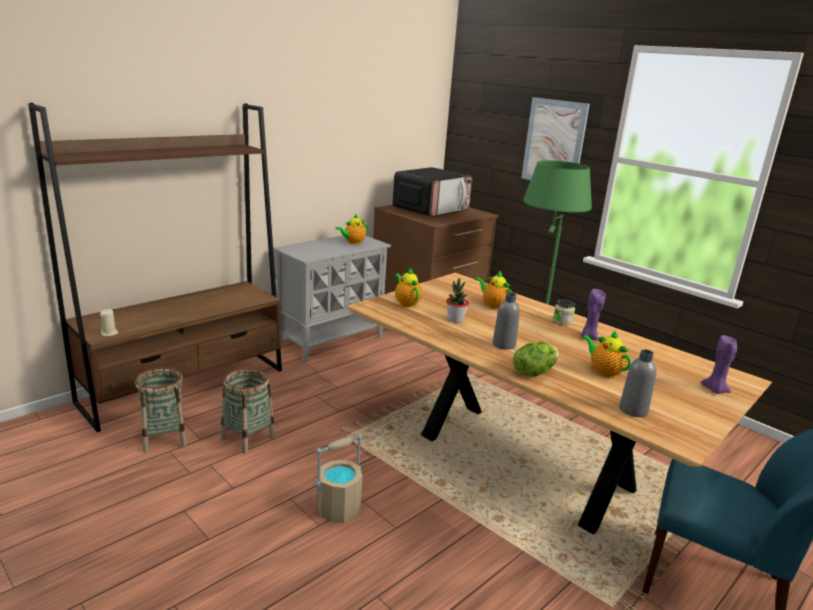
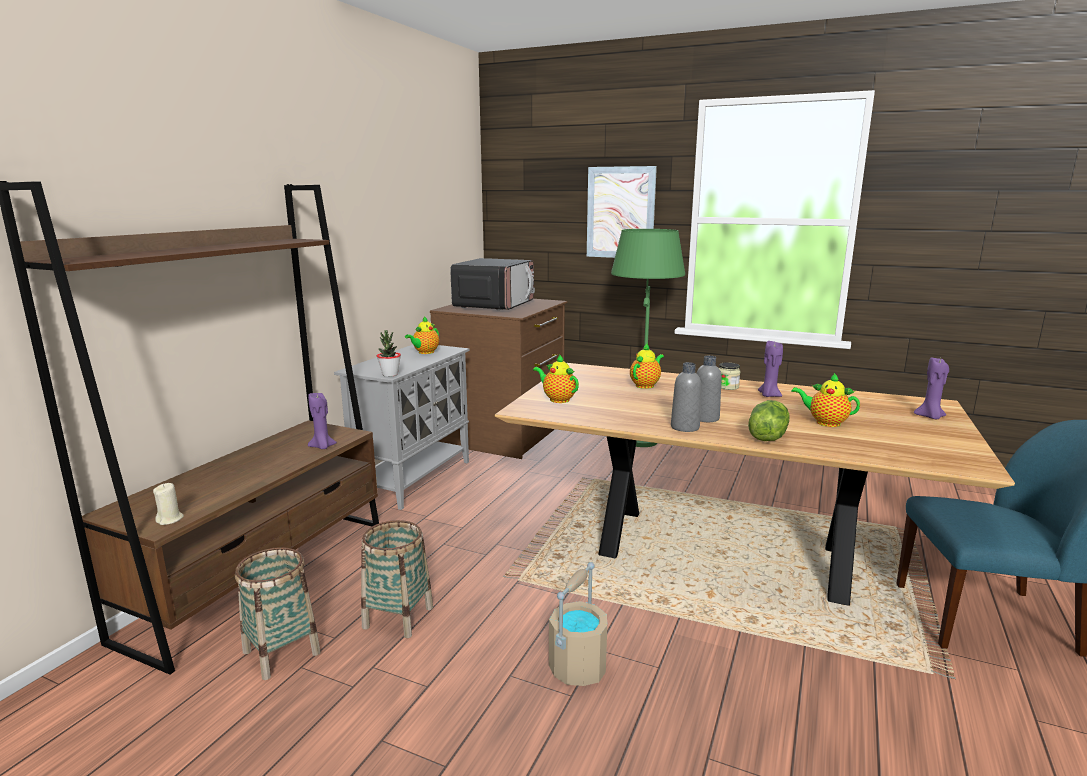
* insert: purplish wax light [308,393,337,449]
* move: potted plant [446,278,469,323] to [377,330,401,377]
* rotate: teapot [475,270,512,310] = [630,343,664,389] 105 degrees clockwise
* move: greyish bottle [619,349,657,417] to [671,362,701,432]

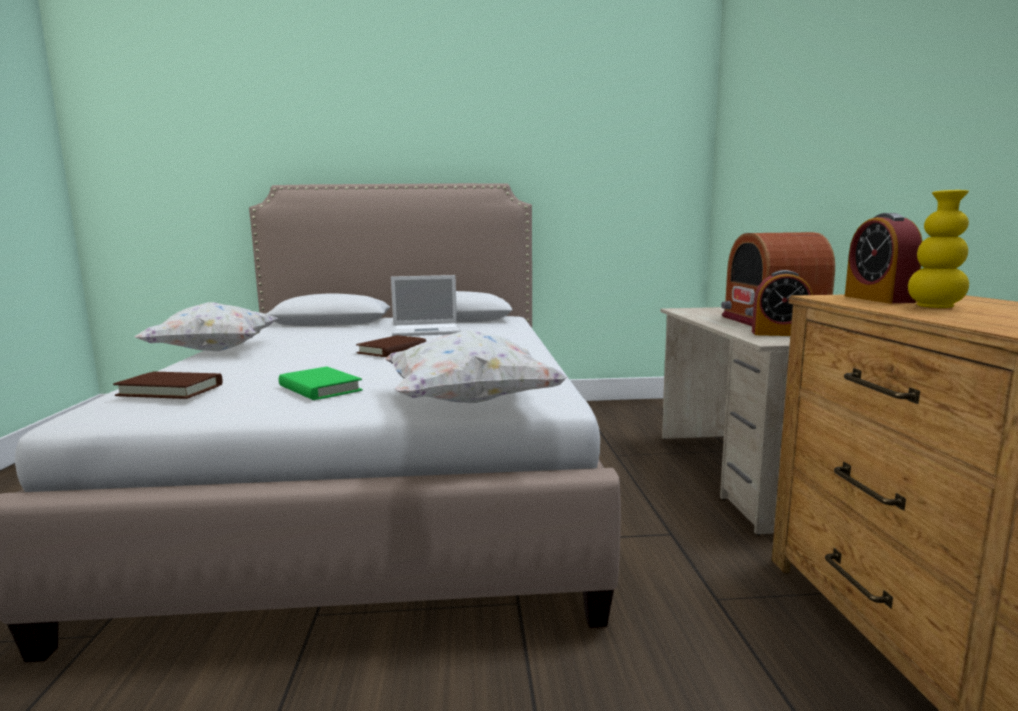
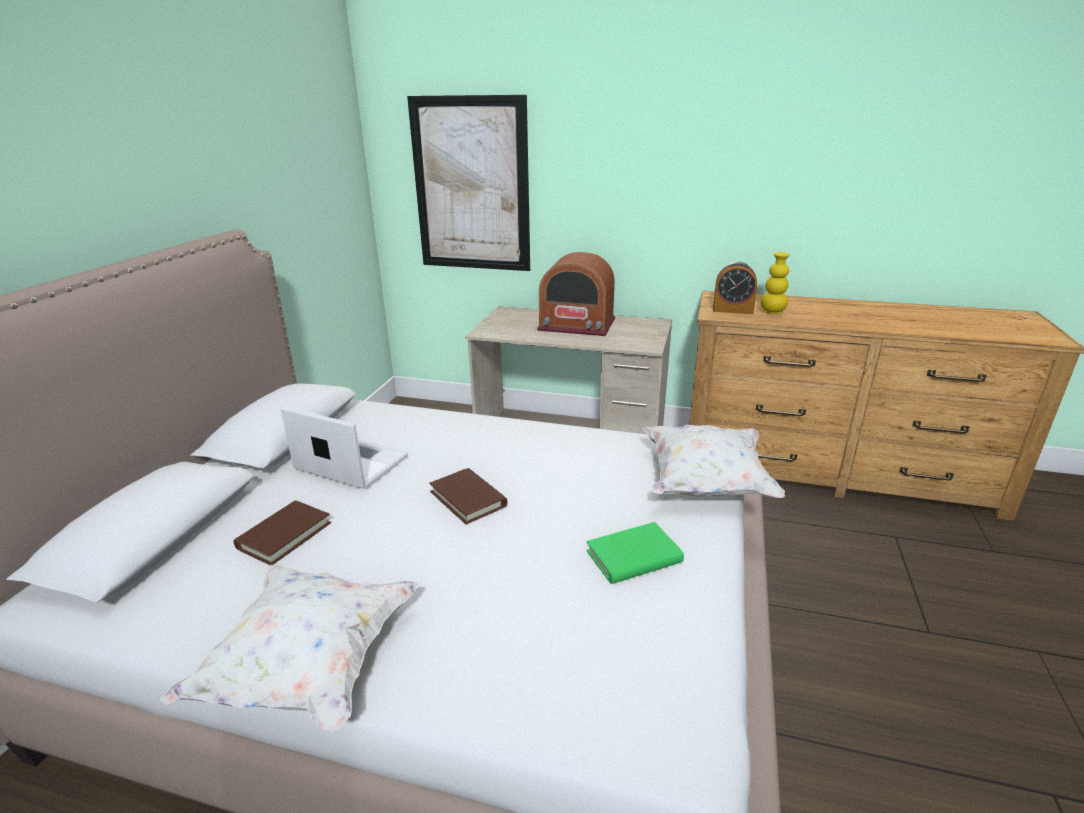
* move: brown volume [113,372,223,399] to [234,500,331,565]
* rotate: notebook computer [391,275,461,336] = [280,406,408,489] 75 degrees counterclockwise
* insert: picture [407,95,530,271]
* delete: bedside clock [752,270,813,336]

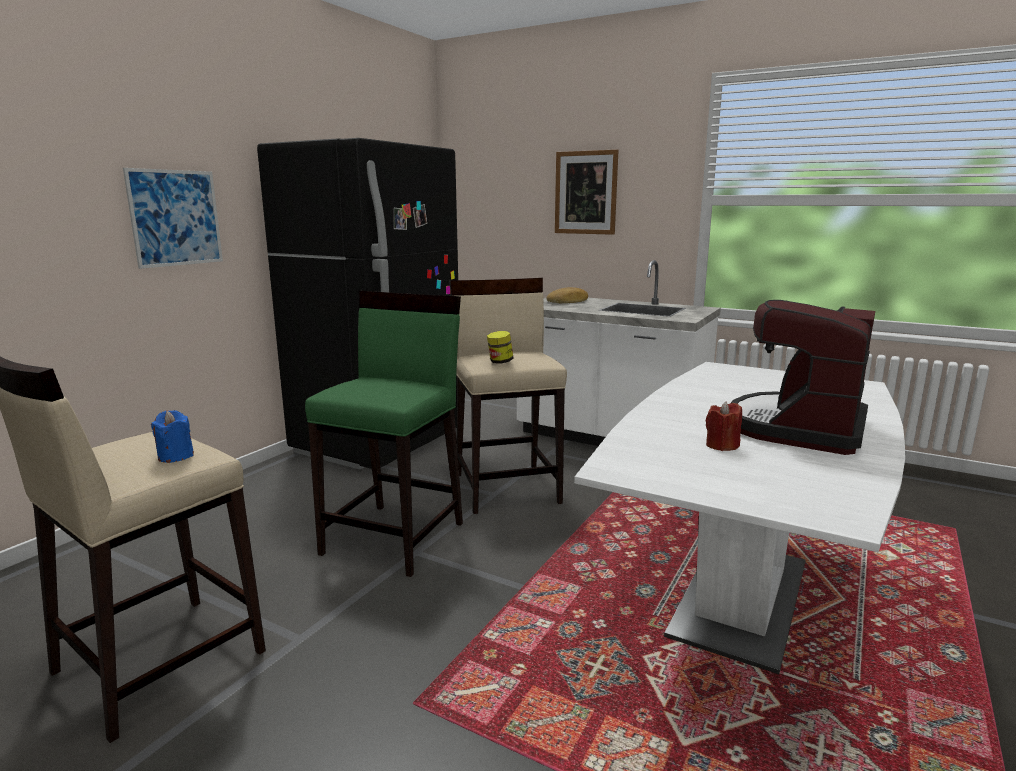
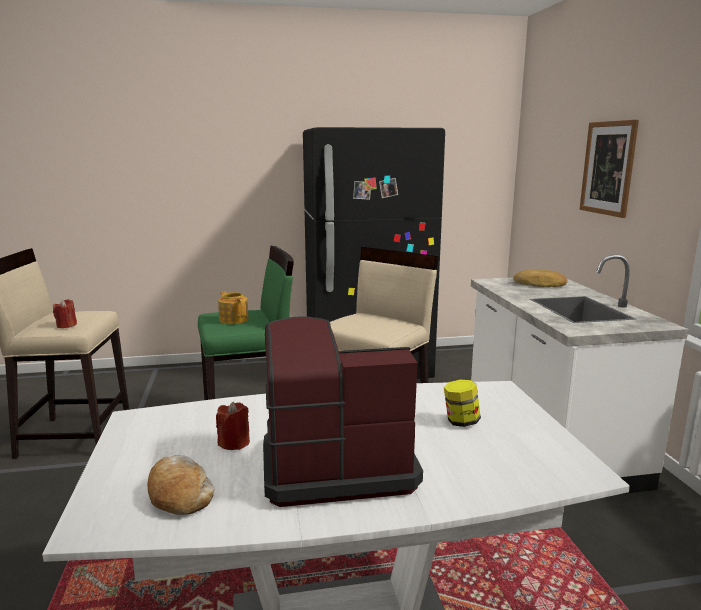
* recolor: blue-coloured wax light [151,410,194,463] to red-coloured wax light [53,299,77,328]
* insert: baked bread [147,455,215,515]
* insert: teapot [218,291,249,324]
* move: storage jar [487,331,513,364] to [444,380,481,427]
* delete: picture [123,168,223,269]

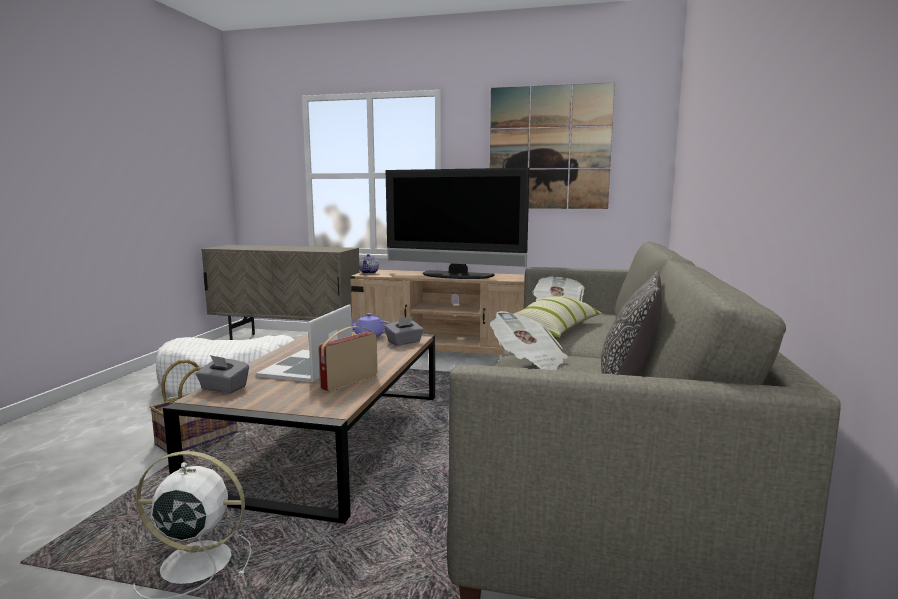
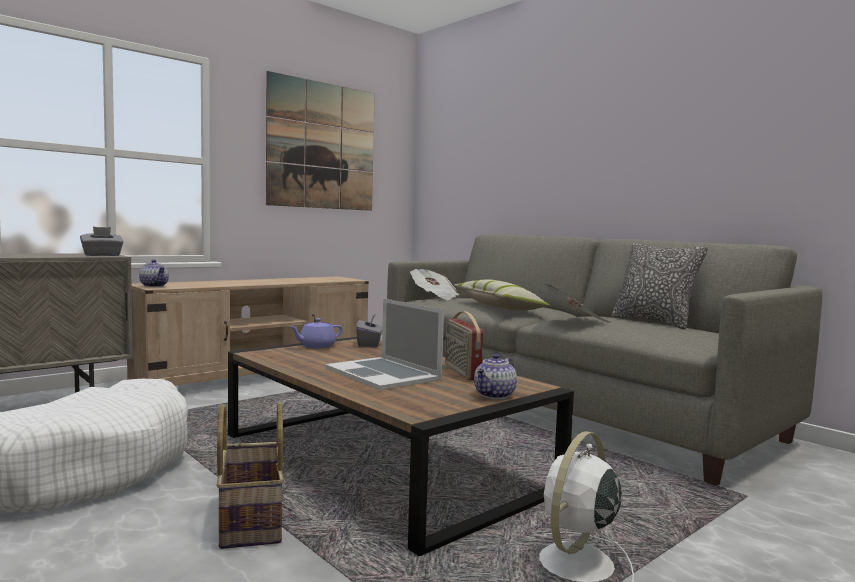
* move: greyish tissue box [195,355,249,393] to [80,227,124,256]
* insert: teapot [474,354,517,399]
* delete: television [386,168,530,279]

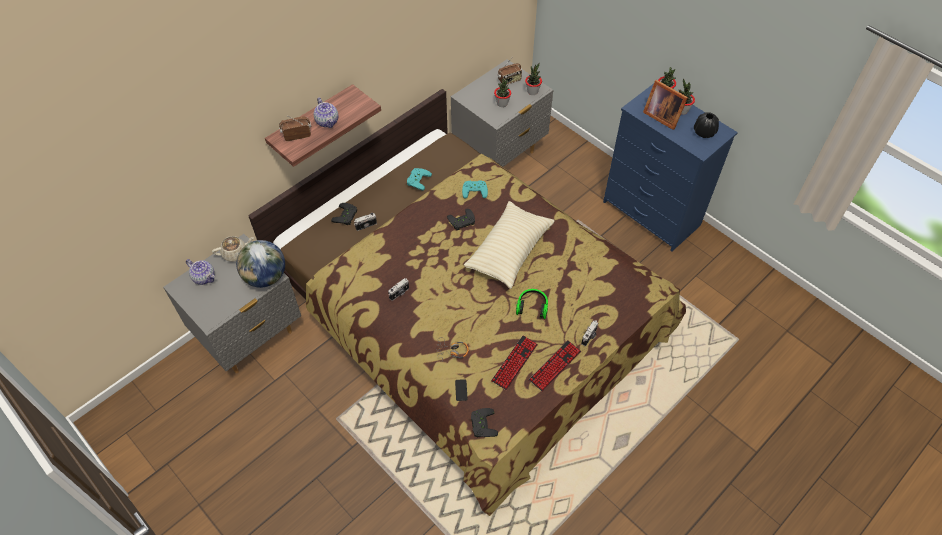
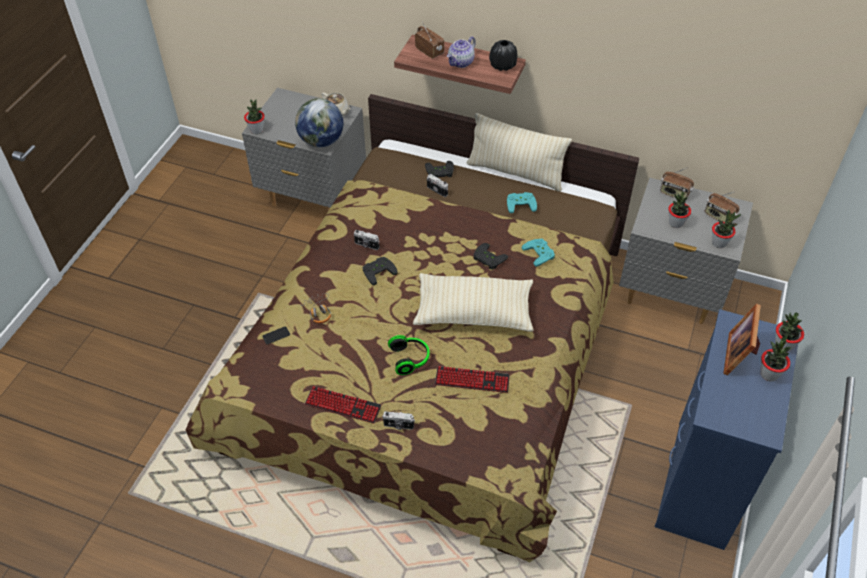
* insert: potted plant [244,99,265,134]
* move: black-coloured gamepad [471,408,498,438] to [362,257,398,285]
* move: keyboard [491,336,538,390] to [435,366,510,393]
* insert: beige-coloured throw pillow [467,113,572,192]
* move: black-coloured flower vase [694,112,719,138] to [489,40,517,71]
* insert: radio receiver [660,167,694,198]
* delete: teapot [186,259,215,285]

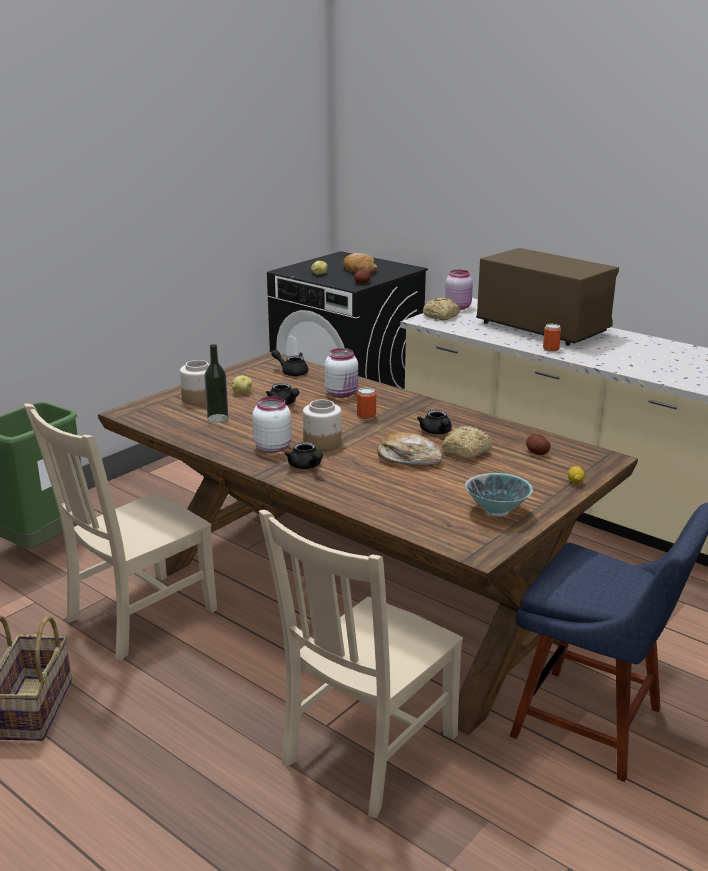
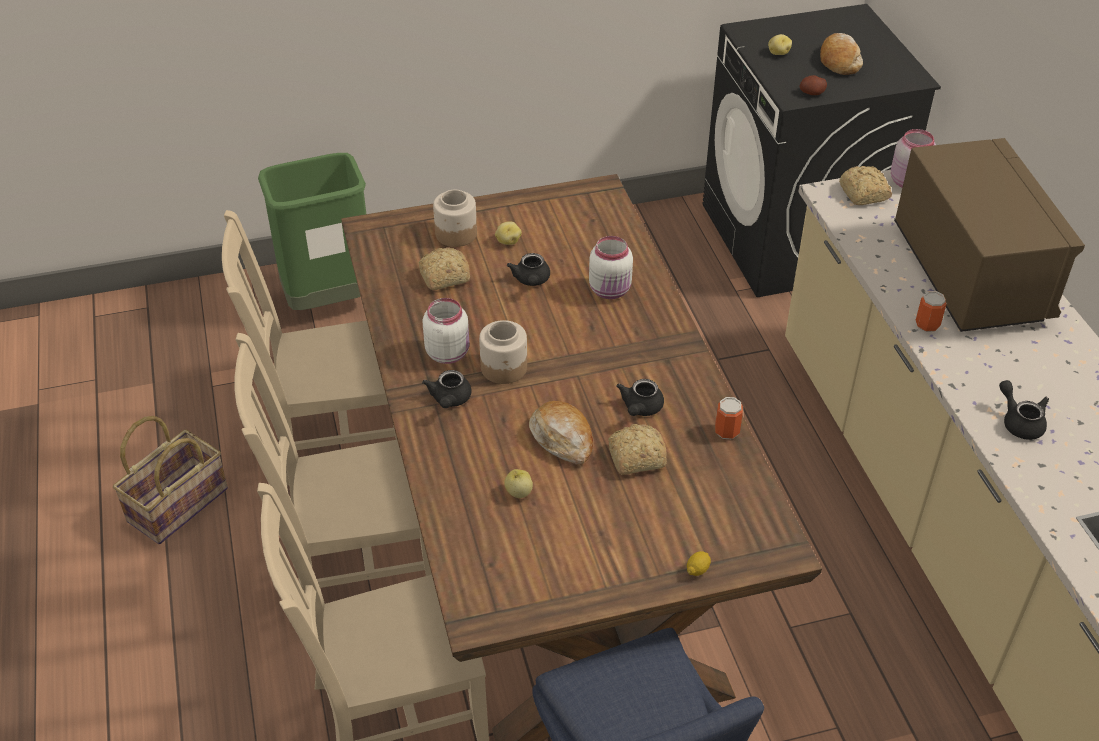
* insert: beige-coloured plain chair [235,333,432,593]
* replace: bottle [204,344,229,422] to baked bread [418,247,470,290]
* insert: whole apple [504,469,533,498]
* move: can [357,387,376,420] to [715,397,743,439]
* move: black-coloured teapot [271,350,308,376] to [999,380,1049,440]
* delete: deep dish [465,473,533,517]
* delete: spud [526,434,550,455]

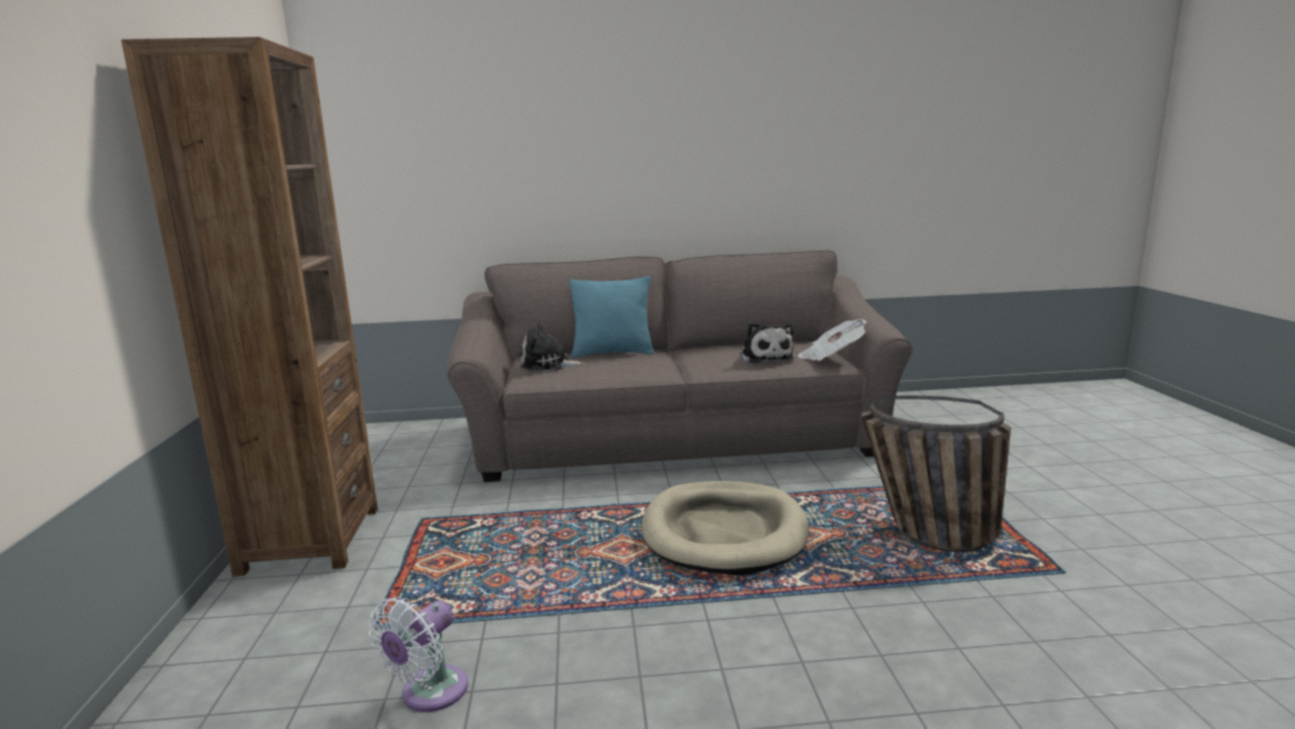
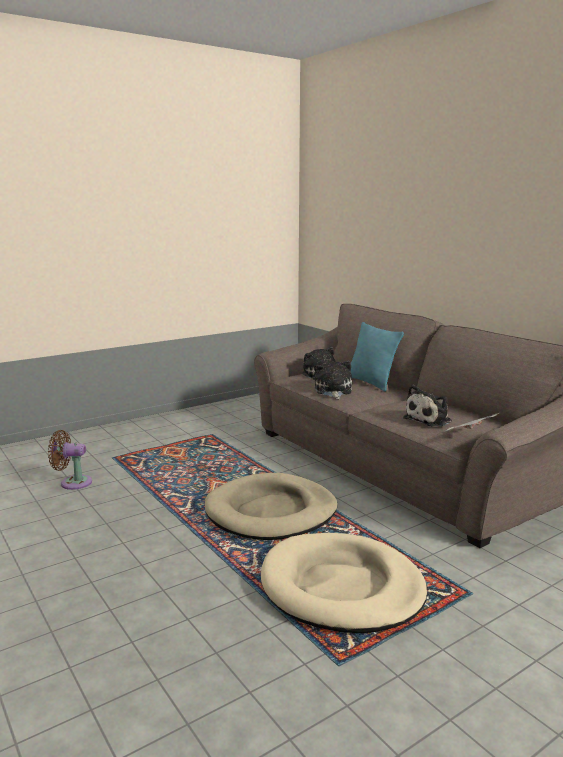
* recolor: whitish fan [369,597,468,712] to brown fan [48,430,92,490]
* replace: household basket [860,396,1011,552] to beige-coloured dog bed [261,533,427,633]
* insert: plush toy [315,361,352,399]
* delete: brown shelving unit [121,37,378,576]

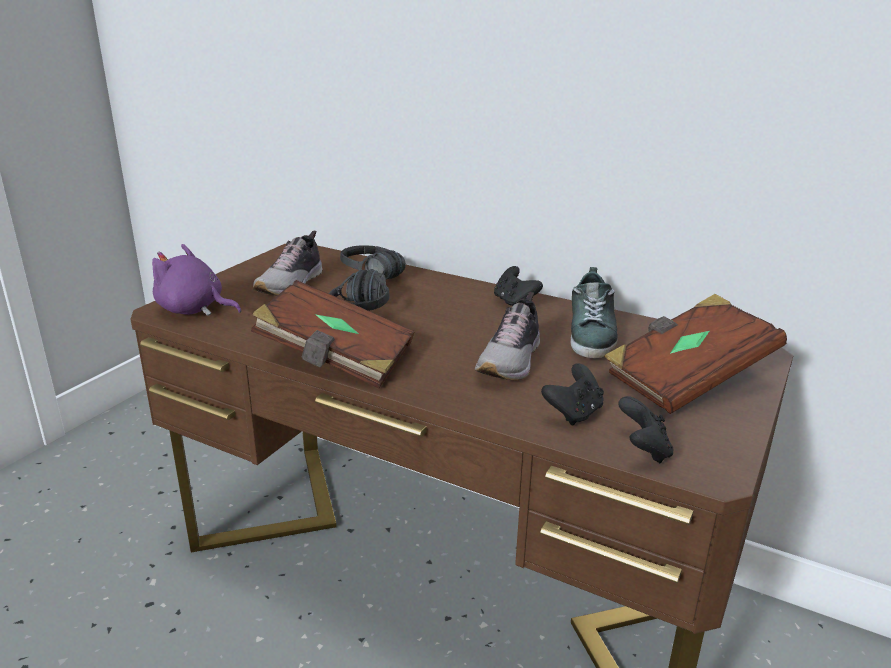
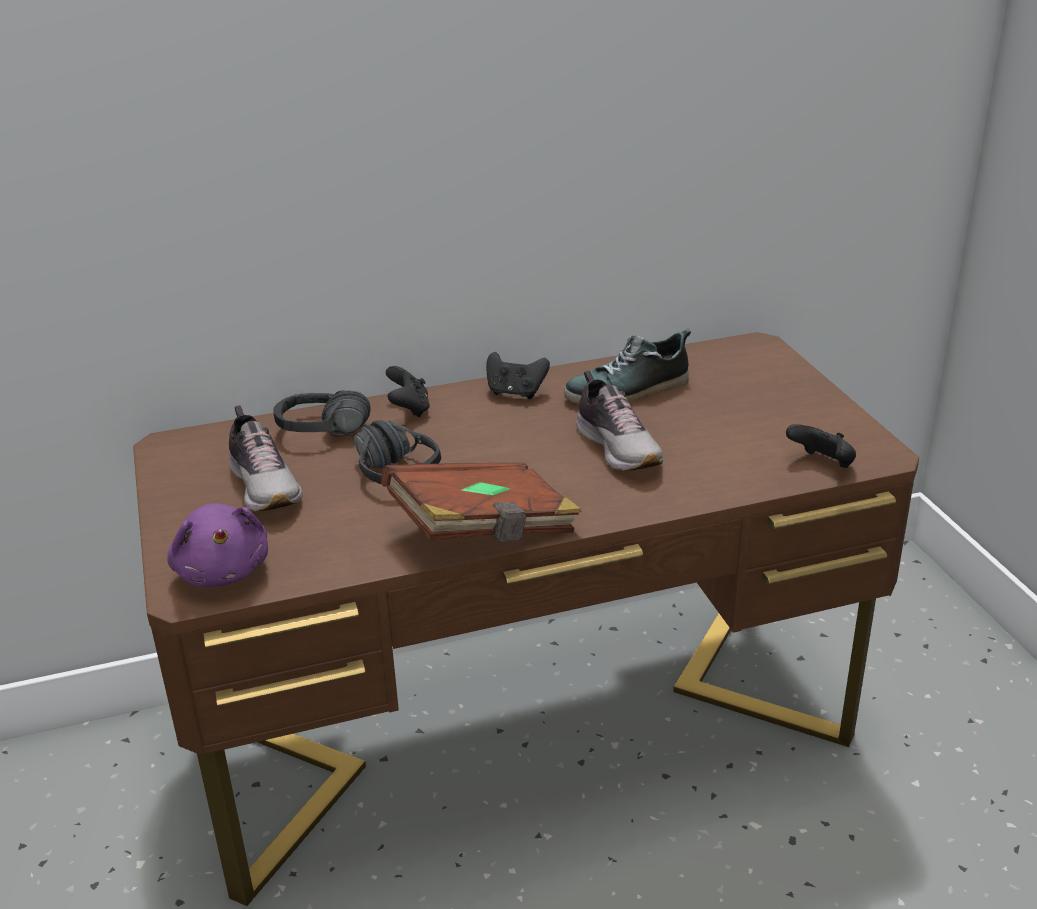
* rotate: purplish plush toy [152,244,241,316] = [167,503,268,587] 90 degrees counterclockwise
* move: black-coloured gamepad [541,363,604,426] to [386,366,430,417]
* rotate: low shoe [571,267,618,358] = [564,328,691,404] 105 degrees clockwise
* delete: brown volume [604,294,787,414]

